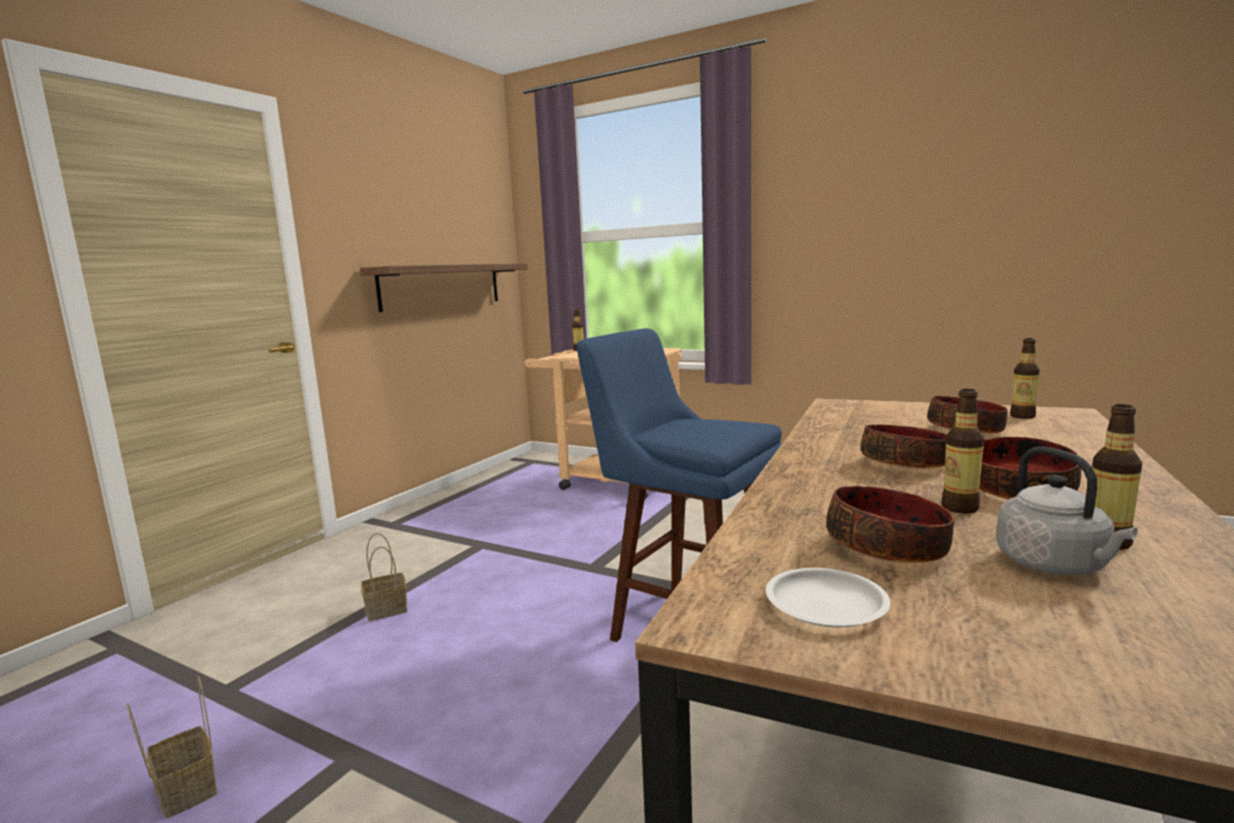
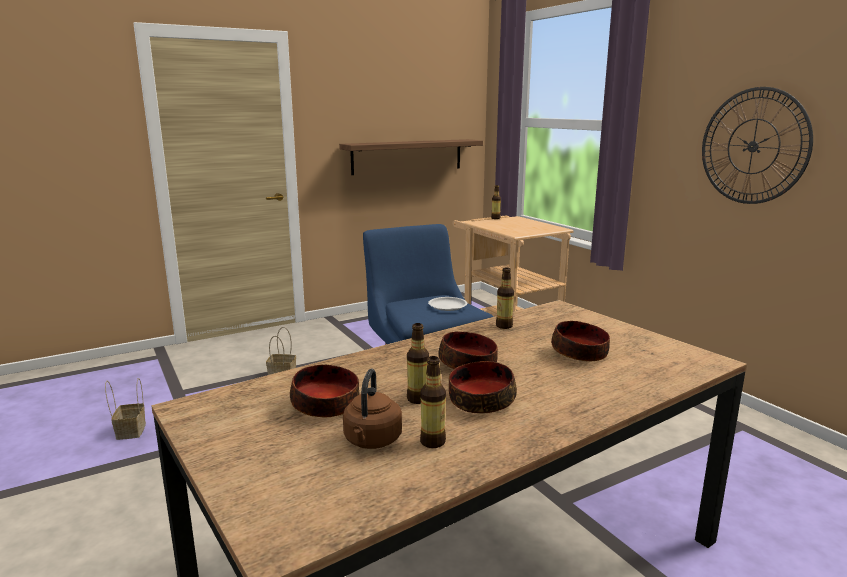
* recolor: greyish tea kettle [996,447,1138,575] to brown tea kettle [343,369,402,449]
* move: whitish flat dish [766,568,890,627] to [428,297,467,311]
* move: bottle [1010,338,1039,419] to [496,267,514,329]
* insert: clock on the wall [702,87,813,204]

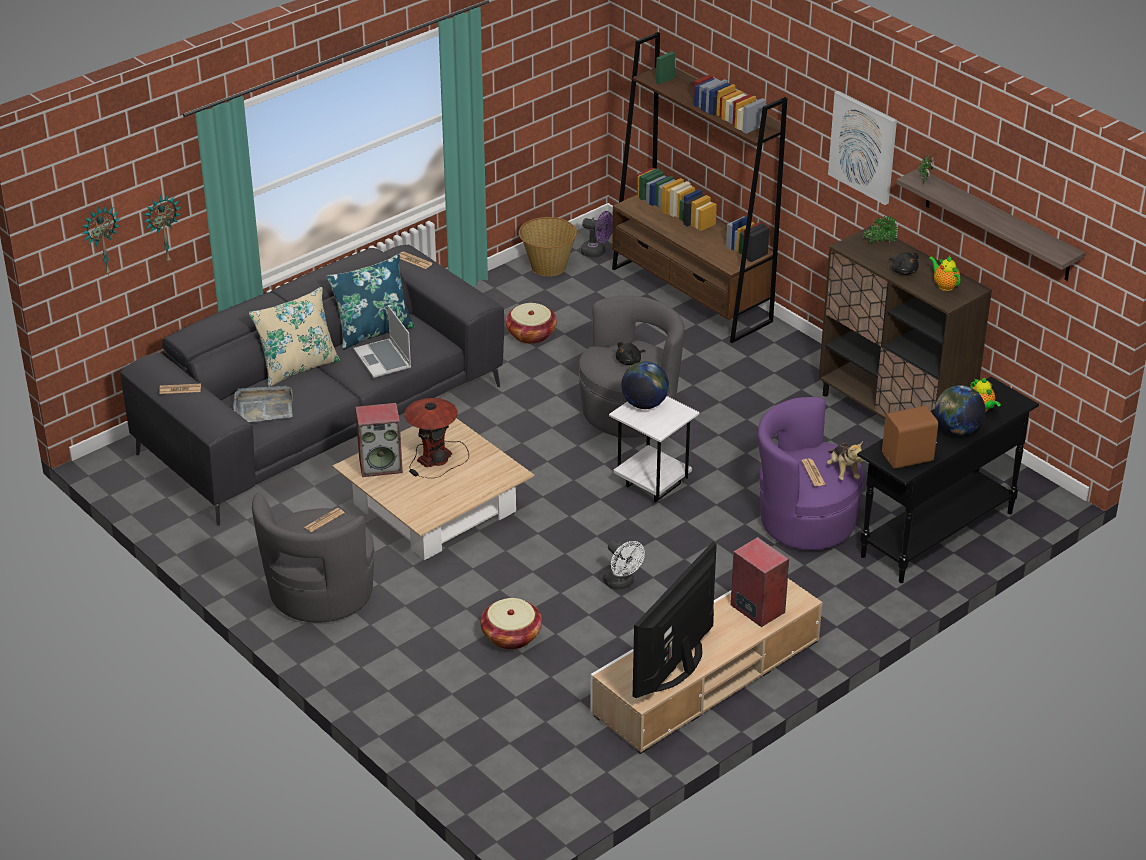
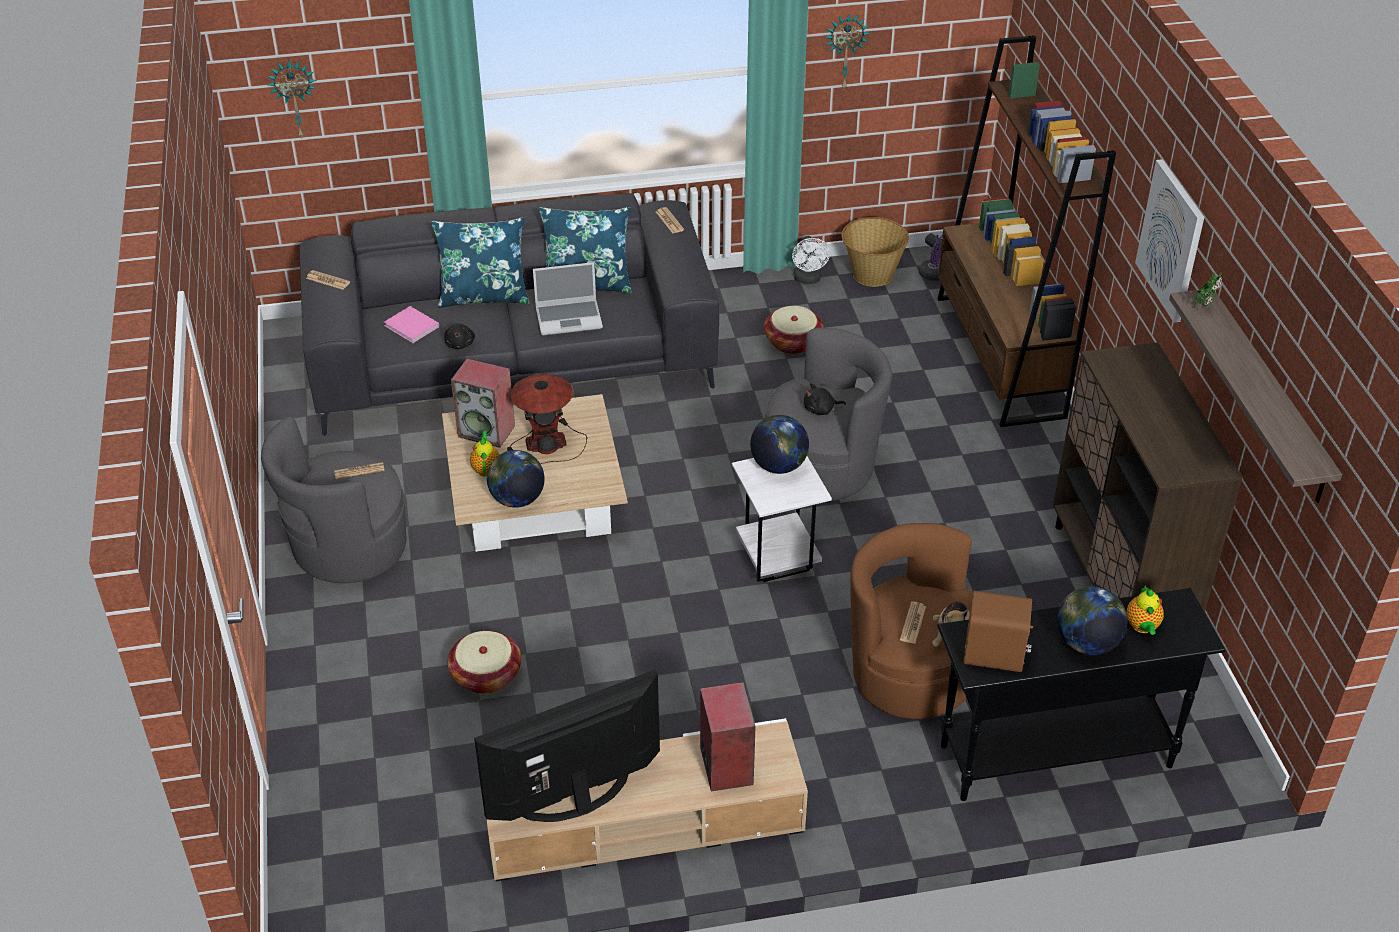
* replace: greyish carrying tray [233,386,293,422] to pink-coloured volume [384,306,439,343]
* recolor: beige-coloured throw pillow [249,287,340,387] to blue-coloured throw pillow [432,217,529,308]
* move: black-coloured plush toy [889,252,919,275] to [444,323,475,349]
* move: teapot [929,255,961,291] to [470,431,499,476]
* insert: globe [487,450,545,508]
* rotate: notebook computer [353,305,411,378] = [533,262,603,335] 105 degrees counterclockwise
* move: whitish fan [603,540,645,590] to [792,236,830,284]
* move: clock on the wall [144,194,181,263] to [824,14,870,89]
* recolor: purplish lounge chair [758,397,863,550] to brown lounge chair [850,523,973,719]
* delete: potted plant [863,216,898,245]

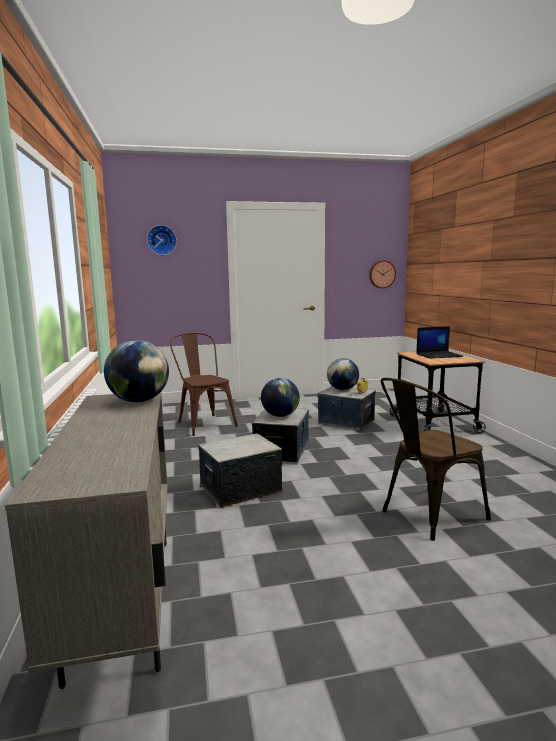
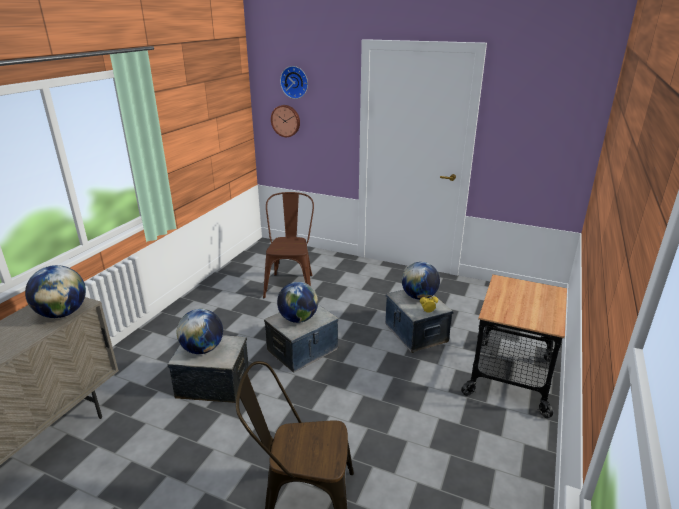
* insert: globe [177,309,223,354]
* move: clock on the wall [369,260,396,289] to [271,105,300,137]
* delete: notebook computer [416,326,463,359]

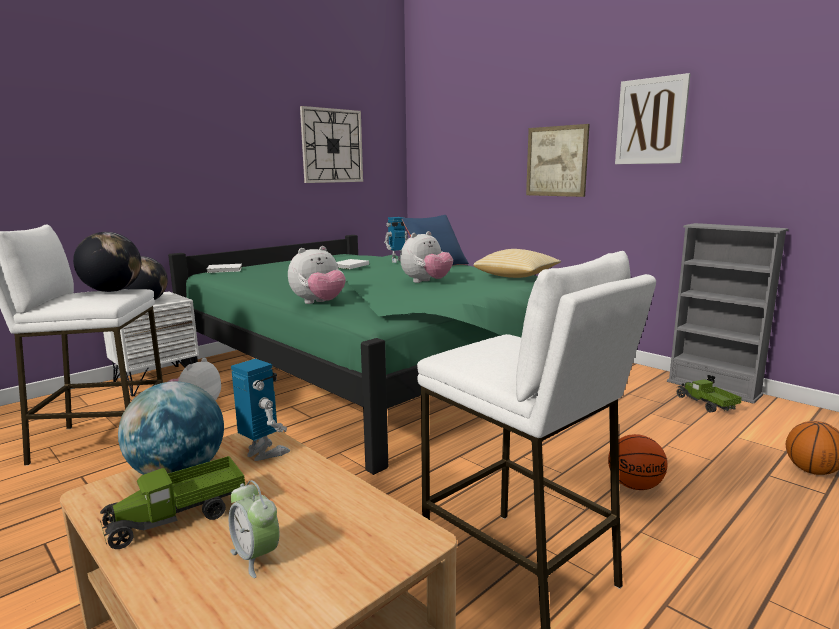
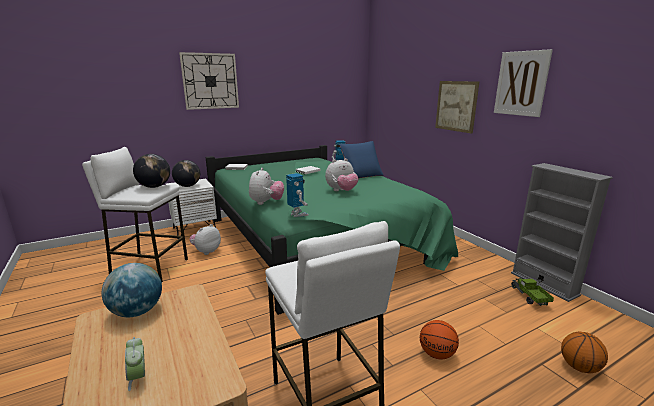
* move: clock on the wall [300,106,363,183] to [179,52,239,110]
* rotate: plush toy [288,246,346,304] = [249,168,284,205] 60 degrees counterclockwise
* move: model robot [231,358,290,461] to [286,173,309,217]
* delete: model truck [100,456,245,549]
* delete: throw pillow [473,249,561,278]

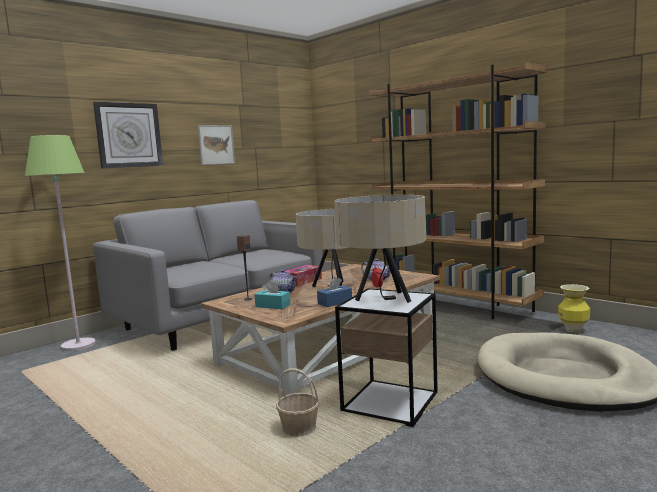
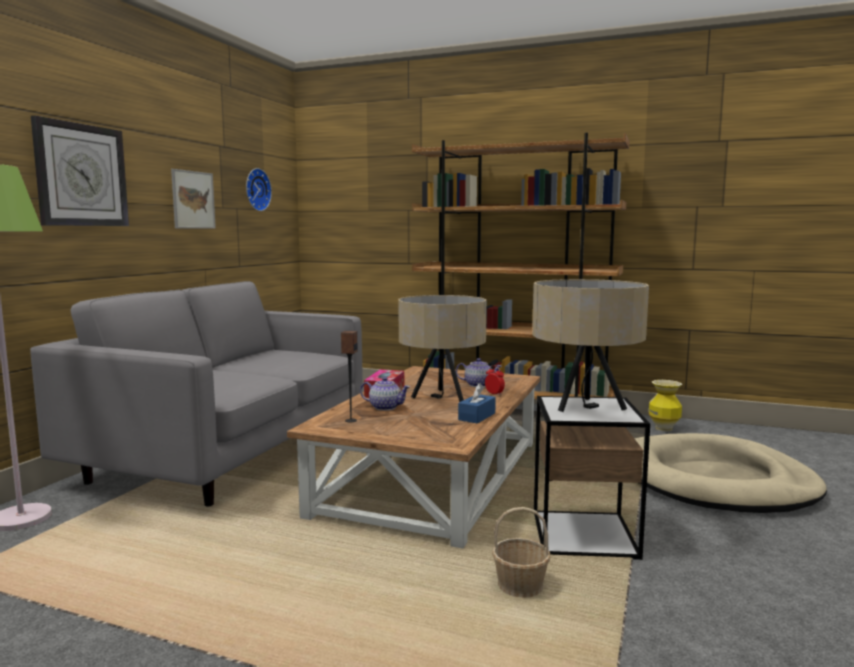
* insert: clock on the wall [246,168,272,211]
* delete: turquoise tissue box [254,280,290,309]

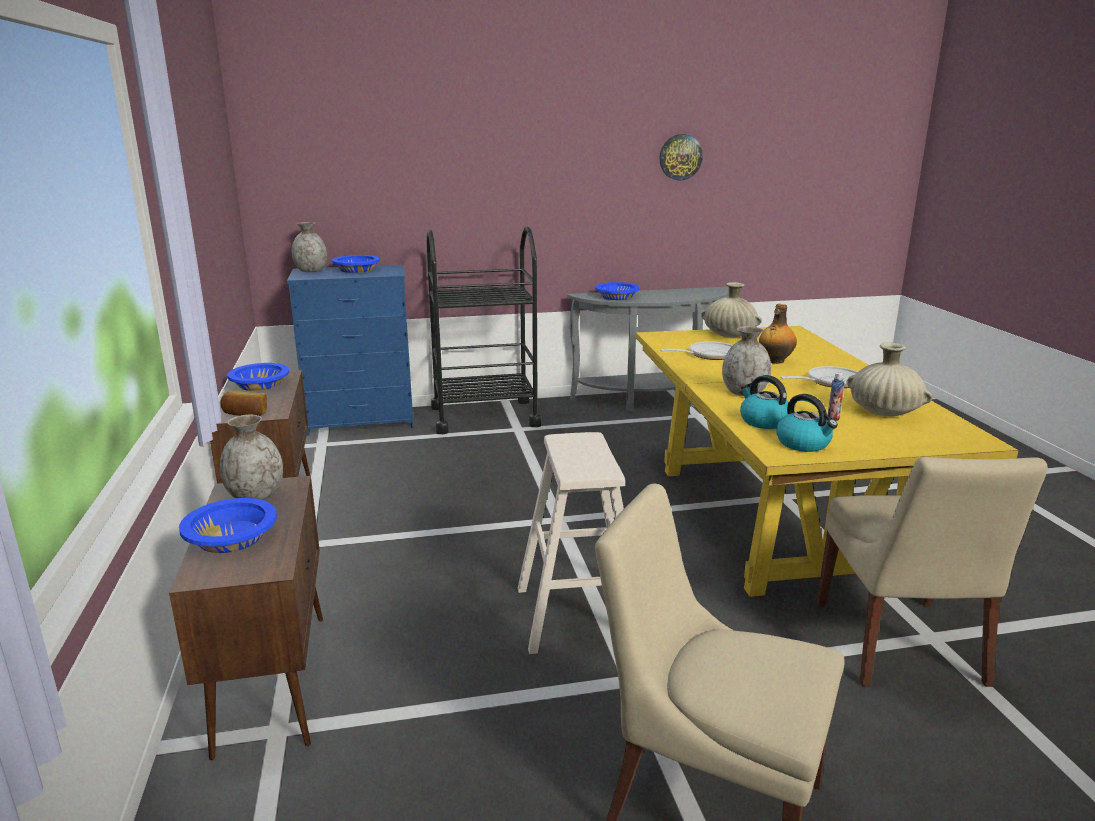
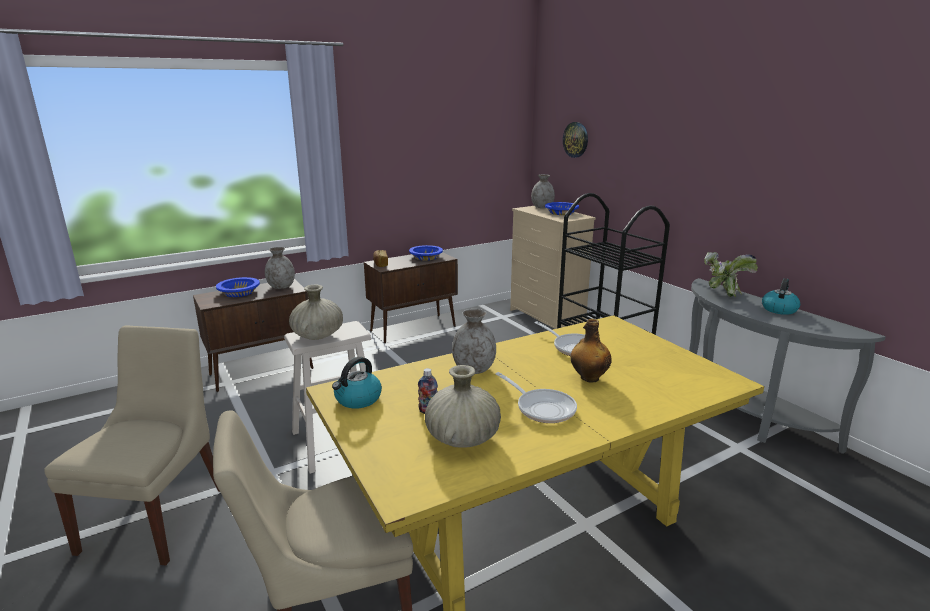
* move: beige-coloured flower vase [701,282,762,337] to [289,285,343,340]
* recolor: blue-coloured dresser [287,265,414,436] to beige-coloured dresser [510,206,596,329]
* move: clock on the wall [660,134,703,181] to [563,122,588,158]
* replace: blue-coloured deep dish [595,282,640,300] to potted plant [704,252,758,297]
* move: tea kettle [740,375,789,429] to [762,278,800,315]

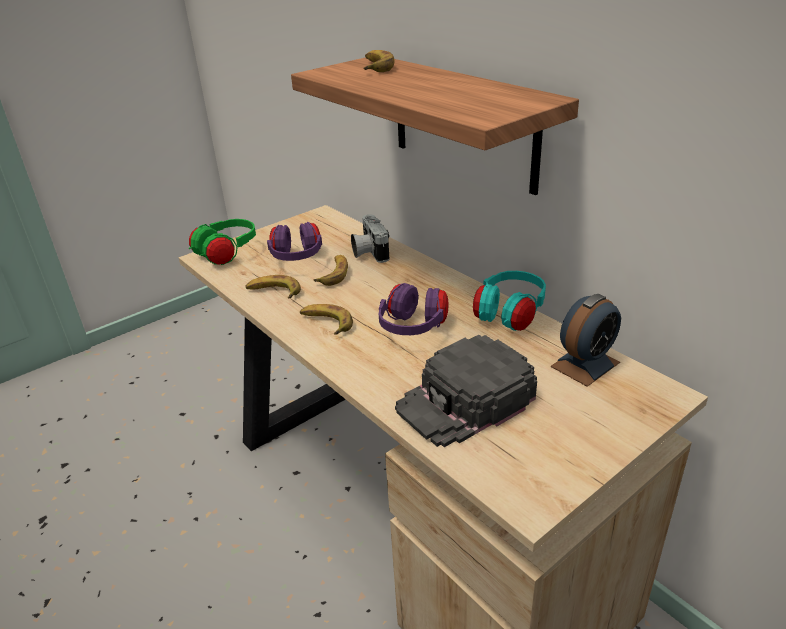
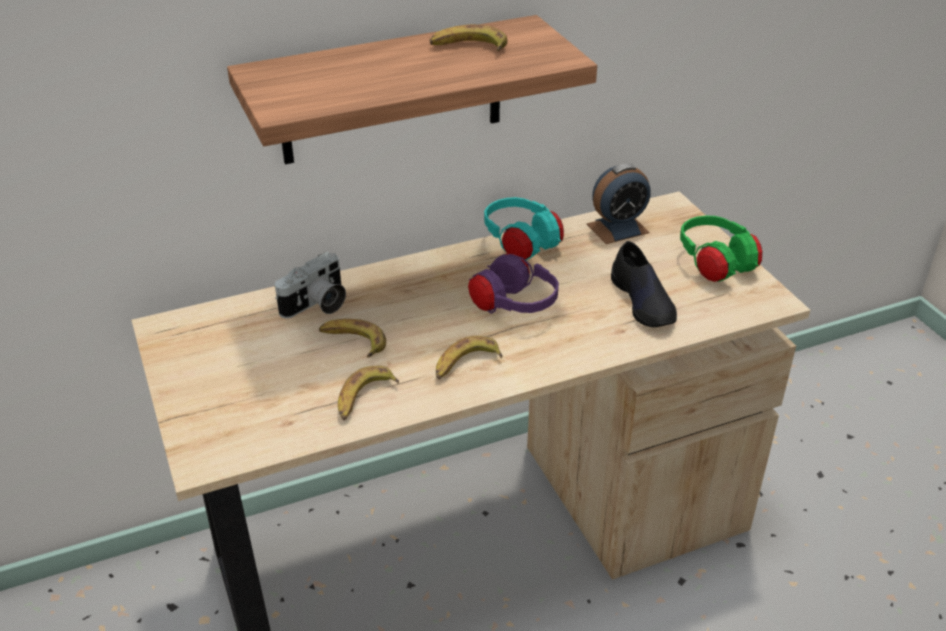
* rotate: still camera [351,214,390,263] = [275,252,346,318] 45 degrees counterclockwise
* move: banana [363,50,394,72] to [429,24,508,51]
* rotate: bedside clock [551,294,621,387] = [587,164,650,244] 90 degrees clockwise
* replace: black-coloured peaked cap [395,335,537,447] to black-coloured low shoe [611,241,677,327]
* move: green-coloured headset [189,219,256,265] to [680,216,762,282]
* delete: purplish headset [267,222,322,261]

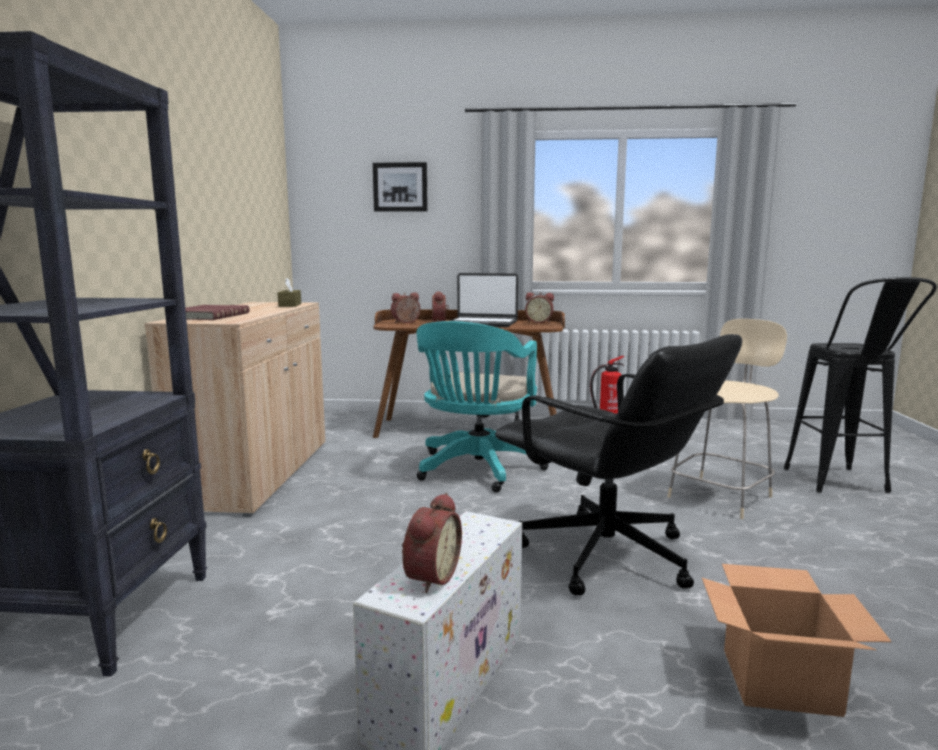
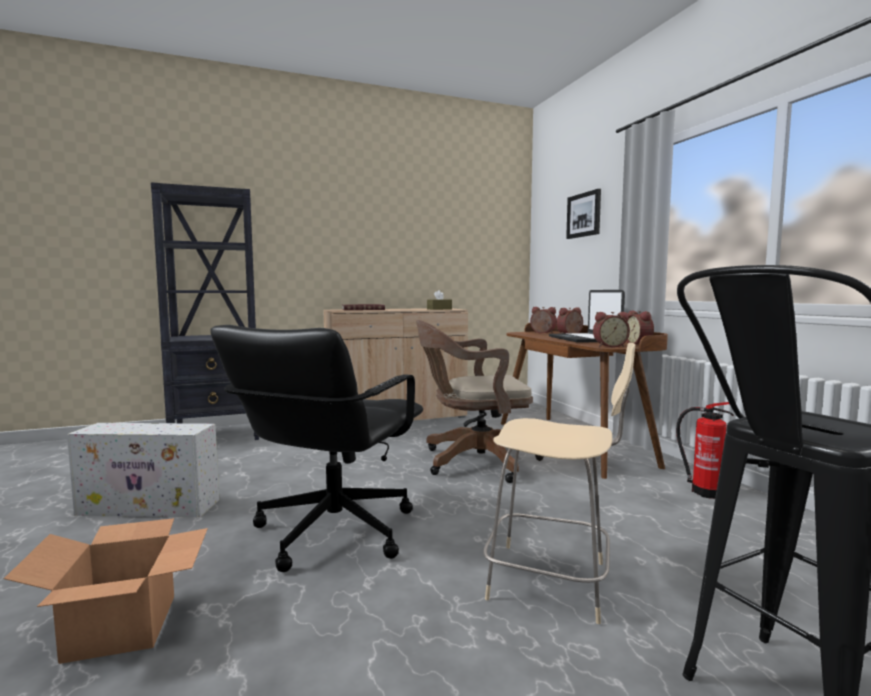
* recolor: turquoise office chair [417,321,548,492] to brown office chair [416,320,544,483]
* move: bedside clock [402,493,462,593] to [593,312,630,347]

